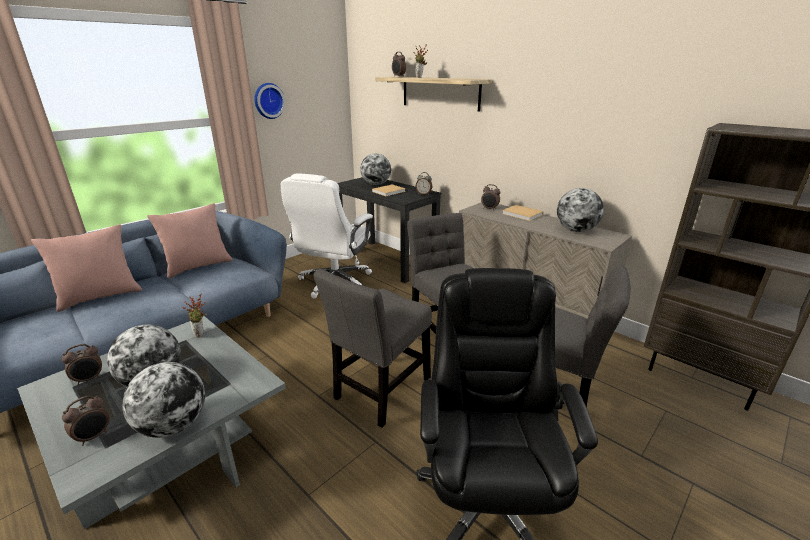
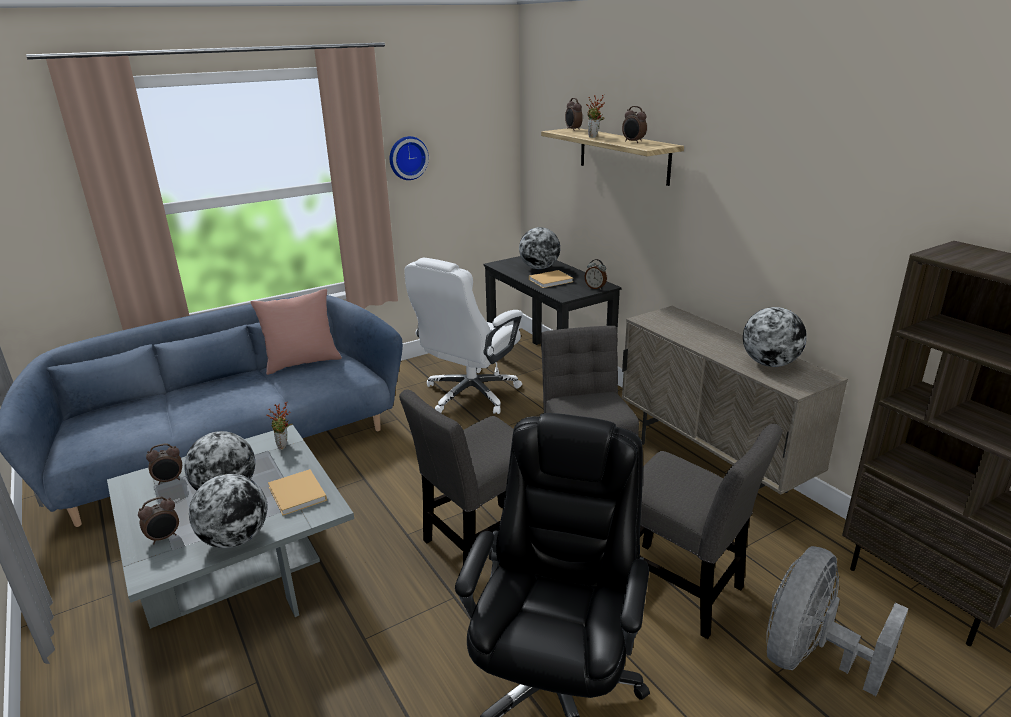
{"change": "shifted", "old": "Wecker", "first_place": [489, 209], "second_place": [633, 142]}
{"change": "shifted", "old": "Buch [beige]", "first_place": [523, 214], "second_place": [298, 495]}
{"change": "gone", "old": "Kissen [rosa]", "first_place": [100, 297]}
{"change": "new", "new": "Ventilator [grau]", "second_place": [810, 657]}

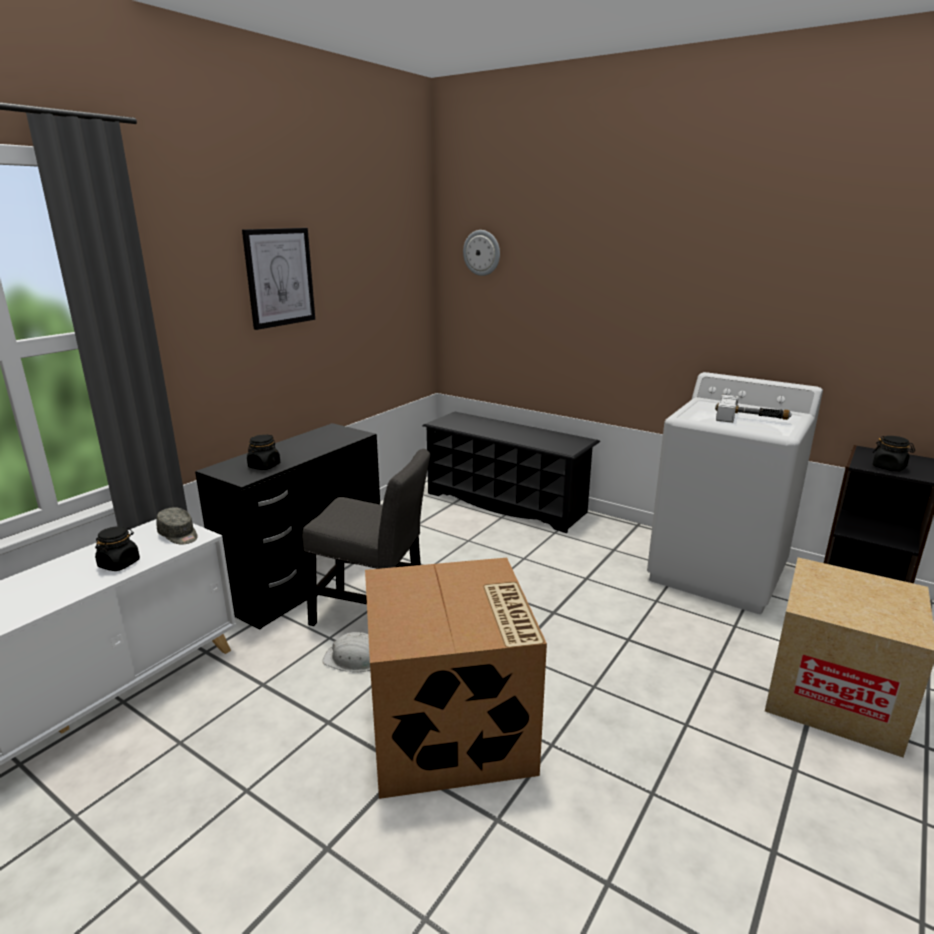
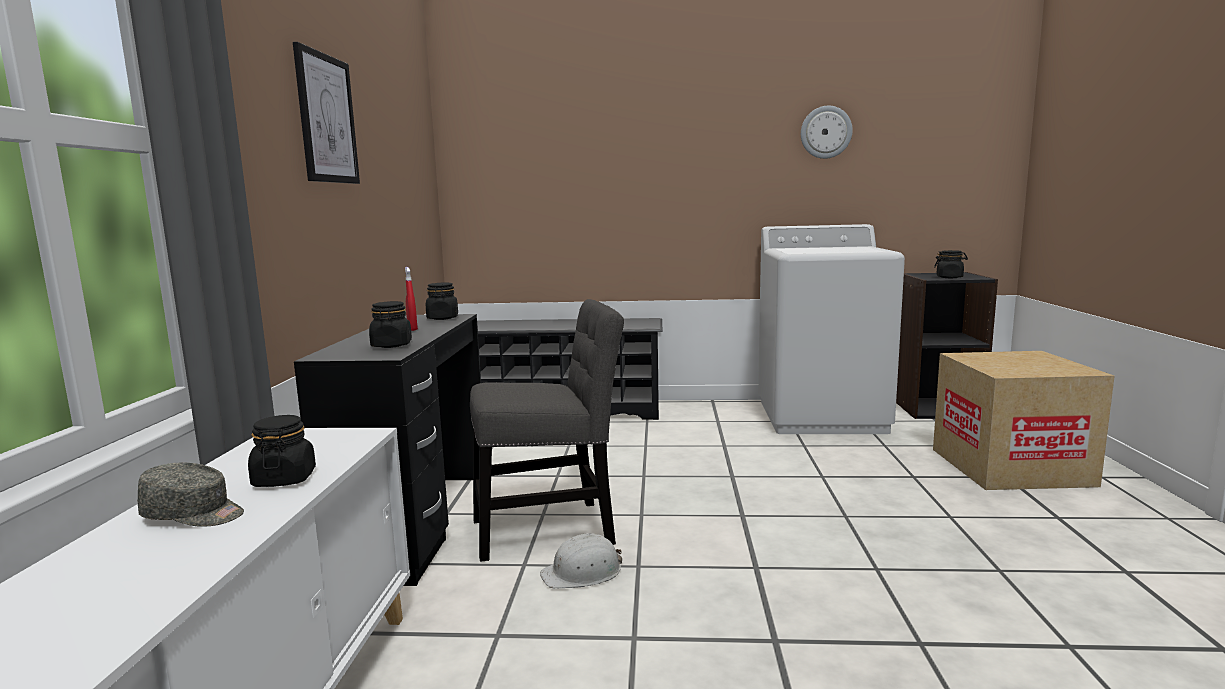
{"change": "shifted", "old": "Wanduhr", "first_place": [482, 253], "second_place": [826, 132]}
{"change": "gone", "old": "Hammer", "first_place": [751, 419]}
{"change": "shifted", "old": "Kappe [grau]", "first_place": [179, 535], "second_place": [194, 515]}
{"change": "gone", "old": "Karton", "first_place": [451, 729]}
{"change": "new", "new": "Sprühflasche [rot]", "second_place": [412, 329]}
{"change": "new", "new": "Vorratsglas [schwarz]", "second_place": [442, 318]}

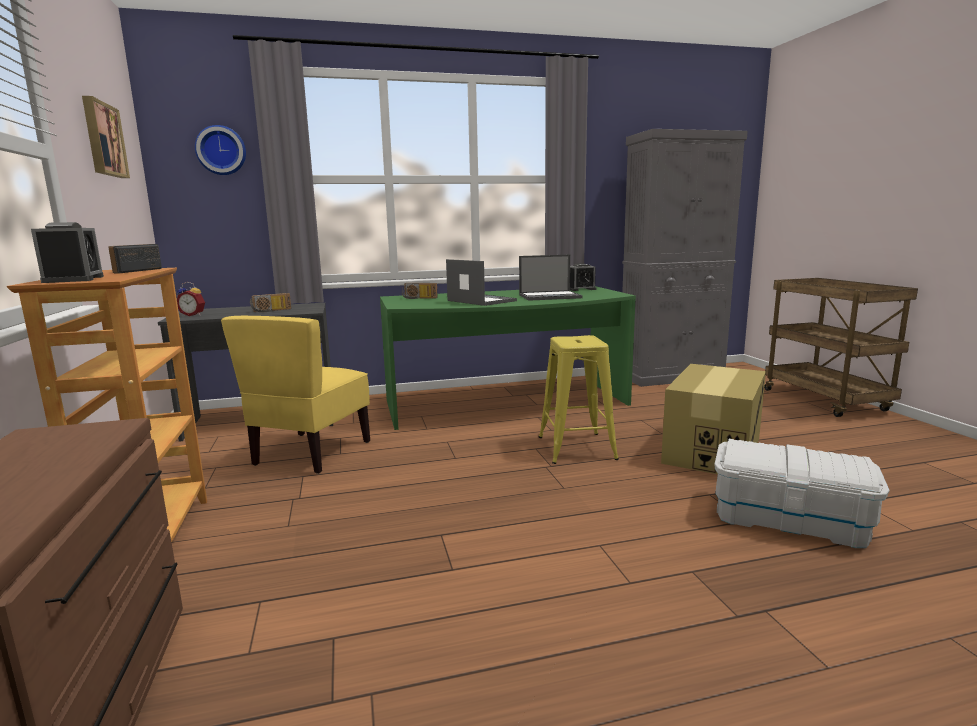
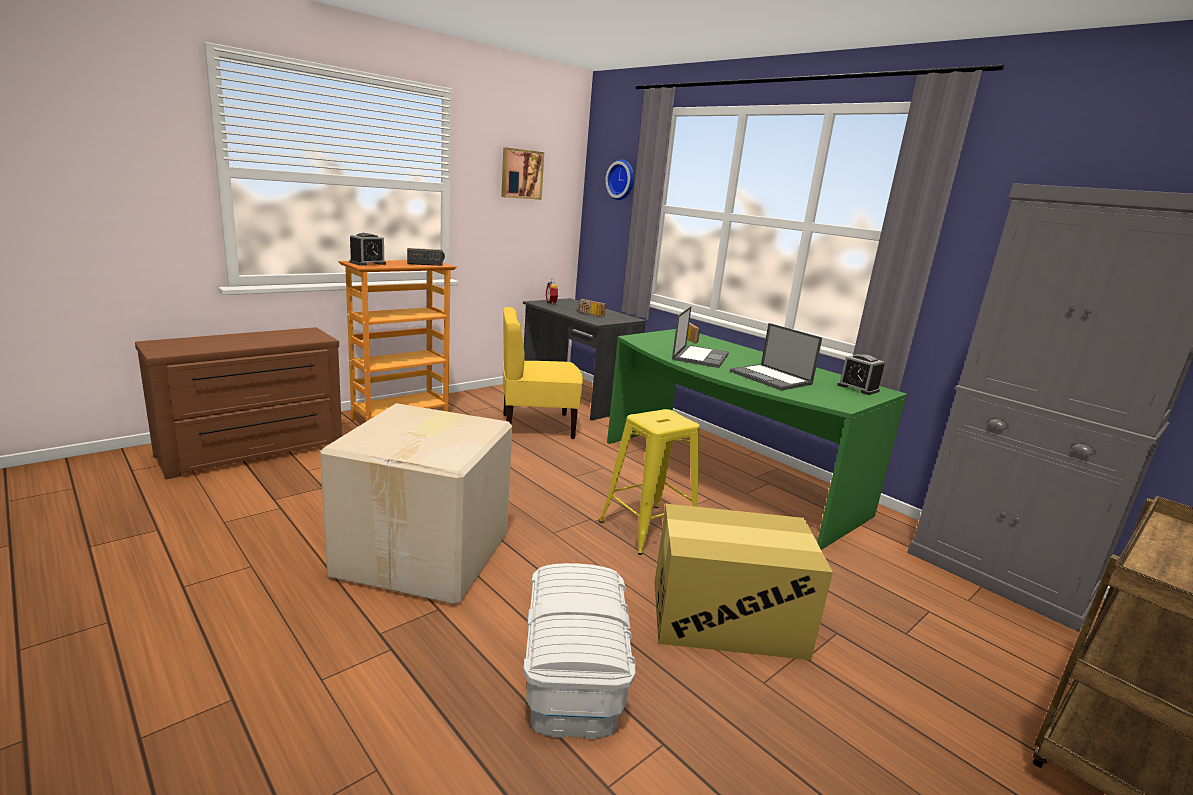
{"change": "new", "new": "Karton", "second_place": [426, 554]}

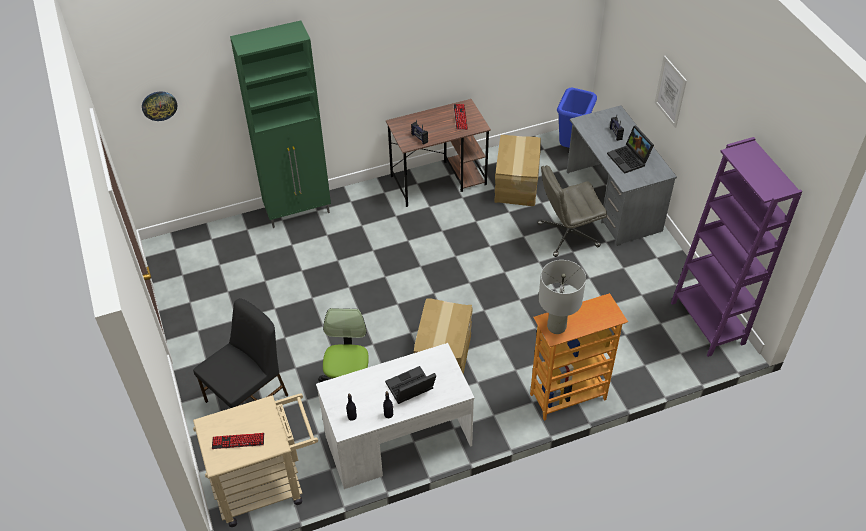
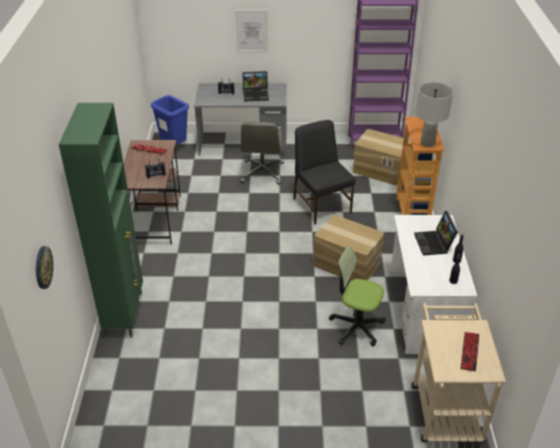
{"change": "shifted", "old": "Karton", "first_place": [517, 184], "second_place": [381, 170]}
{"change": "shifted", "old": "Stuhl [schwarz]", "first_place": [248, 398], "second_place": [322, 205]}

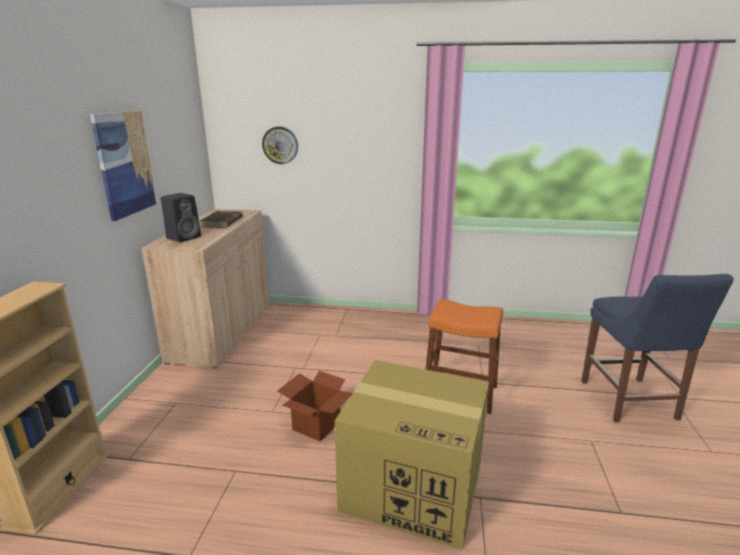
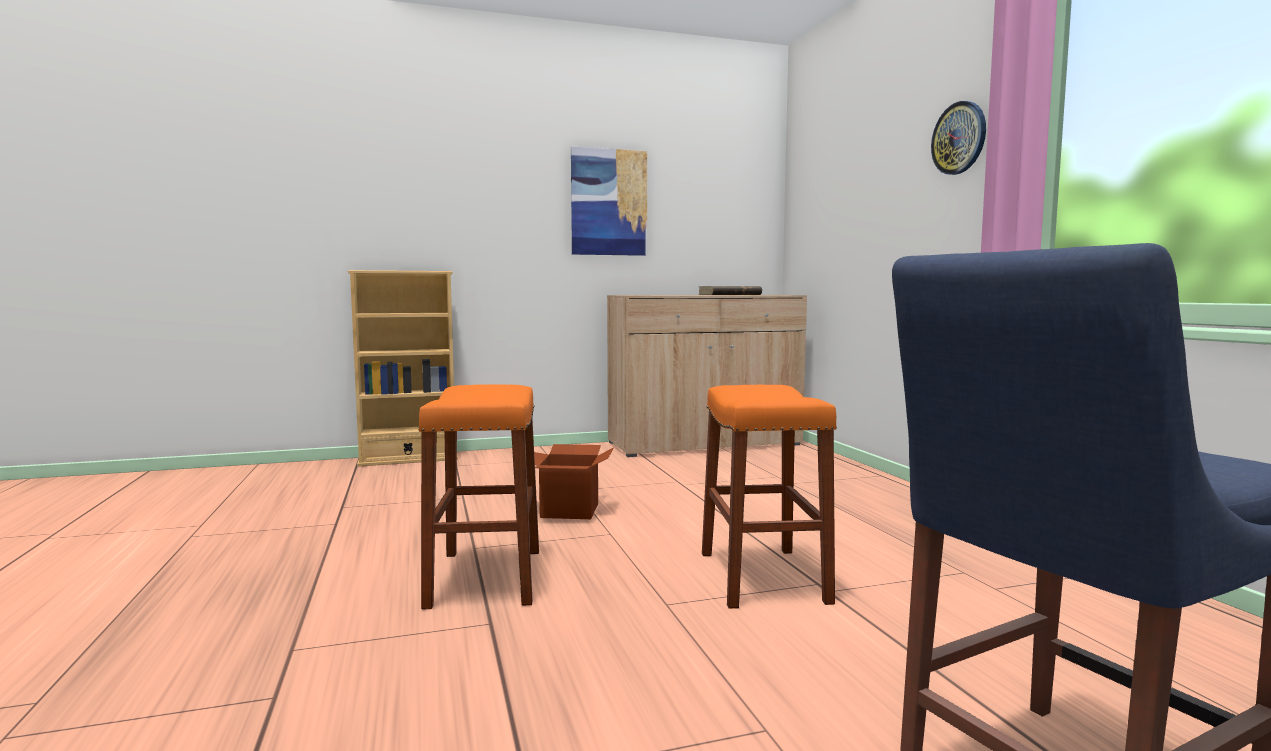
{"change": "shifted", "old": "Wanduhr", "first_place": [280, 145], "second_place": [959, 138]}
{"change": "gone", "old": "Lautsprecher [schwarz]", "first_place": [184, 237]}
{"change": "swapped", "old": "Karton", "new": "Hocker [orange]", "first_place": [414, 487], "second_place": [486, 577]}

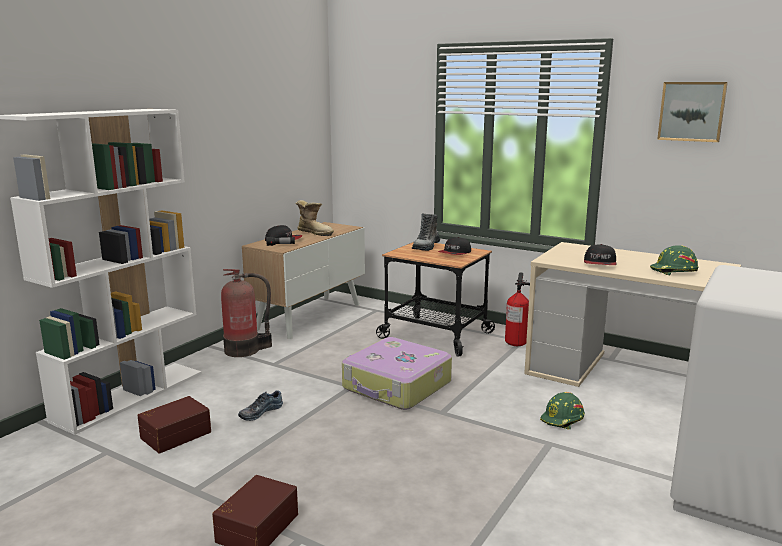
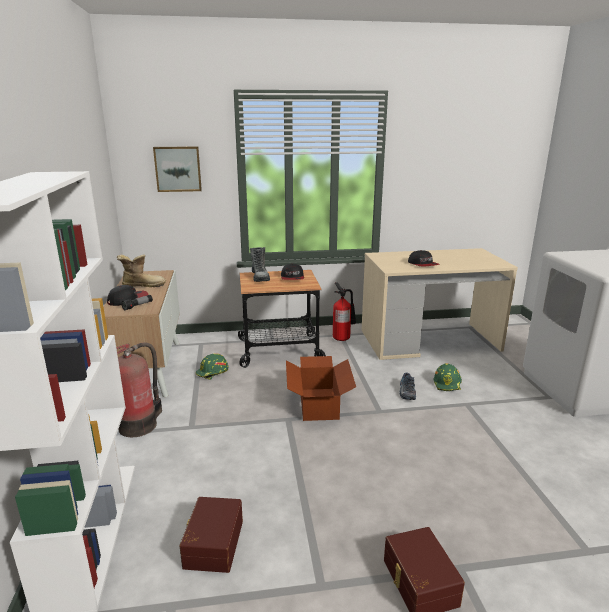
{"change": "shifted", "old": "Bild", "first_place": [692, 111], "second_place": [178, 169]}
{"change": "shifted", "old": "Schutzhelm [grün]", "first_place": [673, 271], "second_place": [212, 372]}
{"change": "swapped", "old": "Koffer", "new": "Karton", "first_place": [397, 386], "second_place": [319, 404]}
{"change": "shifted", "old": "Schuh", "first_place": [260, 412], "second_place": [406, 392]}

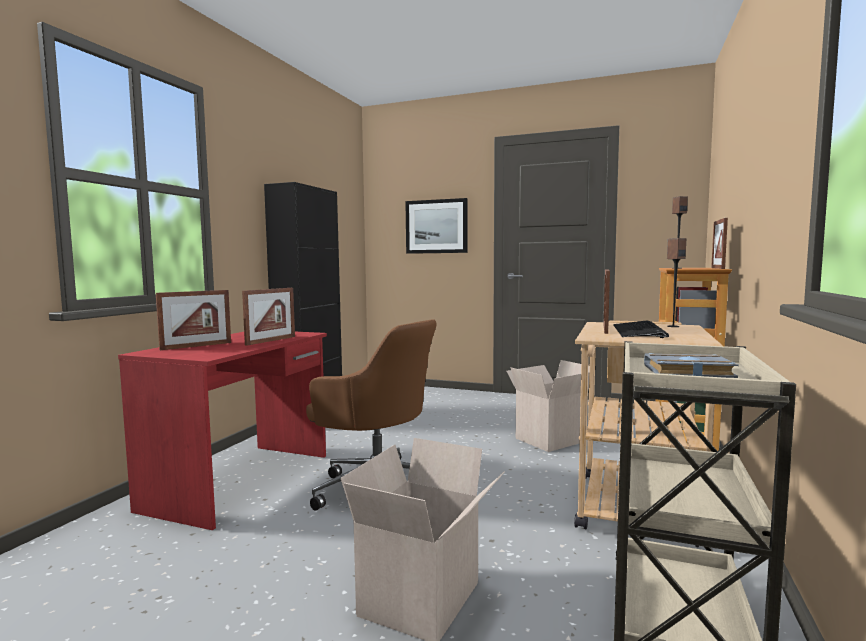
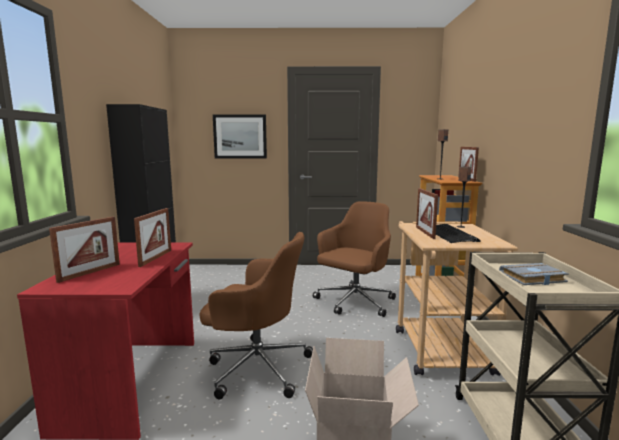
{"change": "swapped", "old": "Karton", "new": "Bürostuhl [braun]", "first_place": [550, 439], "second_place": [354, 302]}

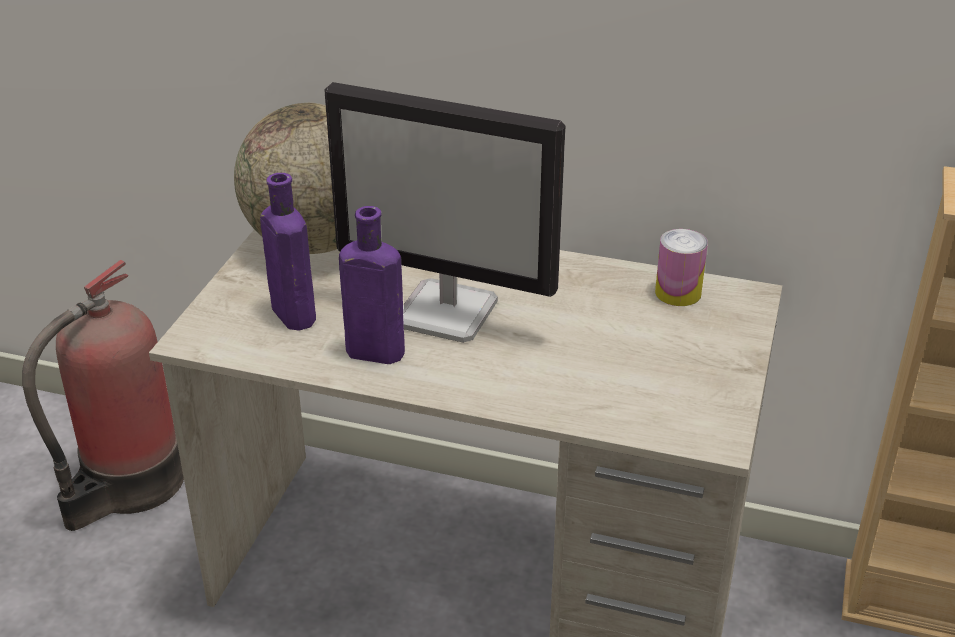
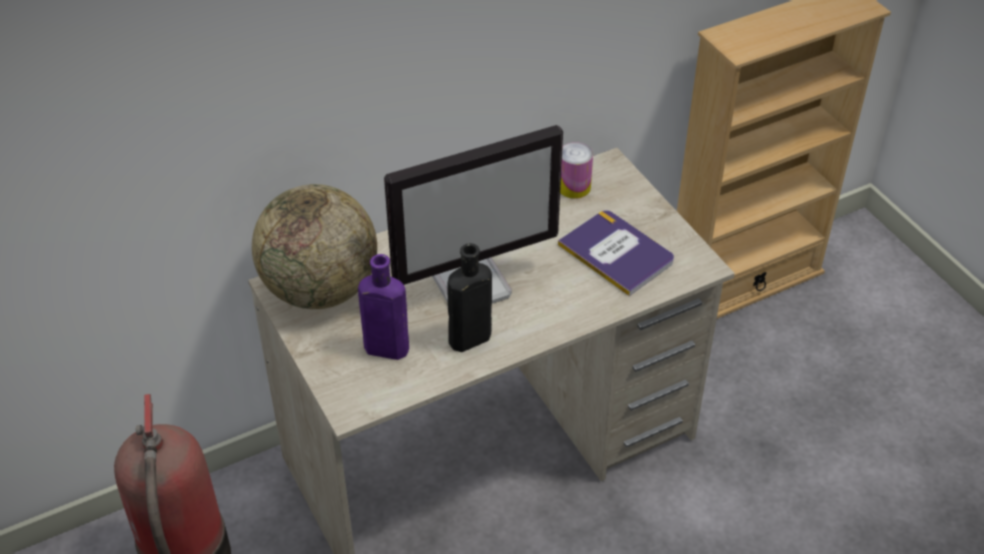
{"change": "repainted", "old": "Flasche [lila]", "new": "Flasche [schwarz]", "first_place": [371, 351], "second_place": [467, 340]}
{"change": "new", "new": "Buch", "second_place": [617, 253]}

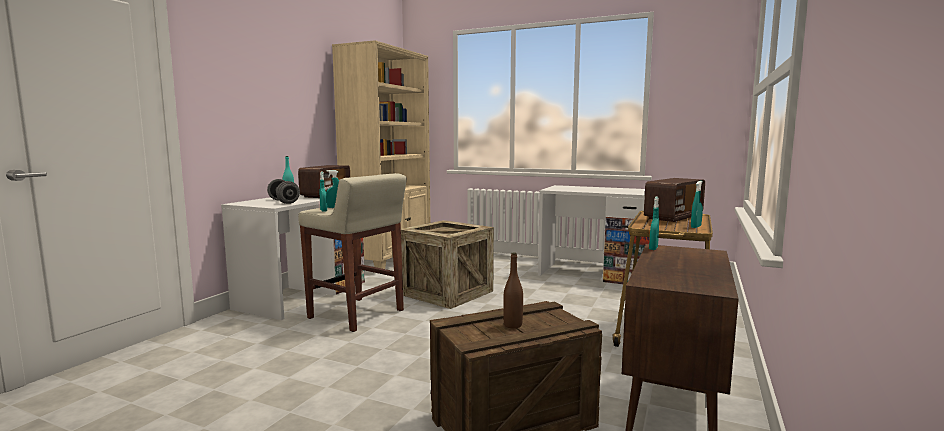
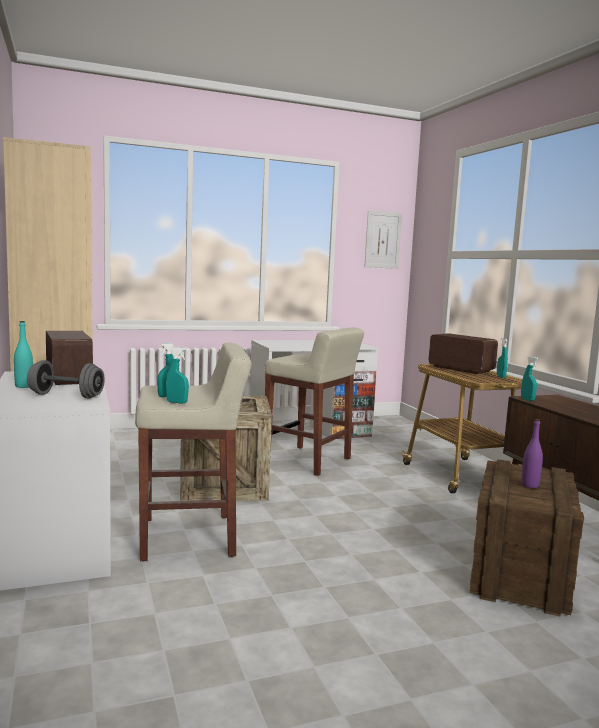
{"change": "rotated", "old": "Radio", "first_place": [673, 217], "second_place": [460, 369], "degrees": -45}
{"change": "repainted", "old": "Flasche [braun]", "new": "Flasche [lila]", "first_place": [513, 325], "second_place": [530, 485]}
{"change": "new", "new": "Bild", "second_place": [382, 240]}
{"change": "new", "new": "Hocker [beige]", "second_place": [309, 461]}

